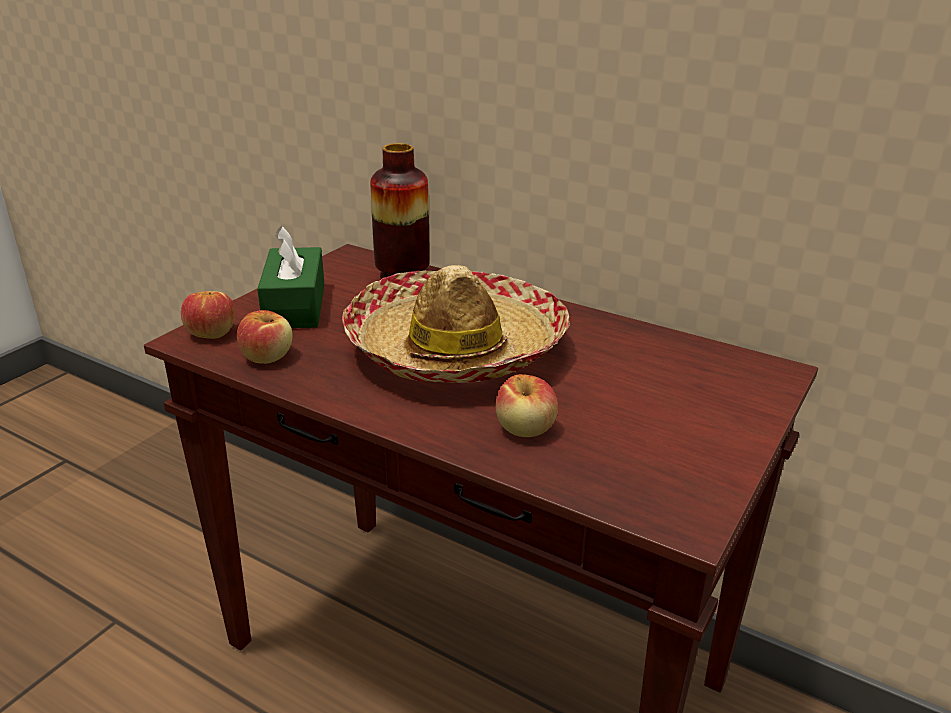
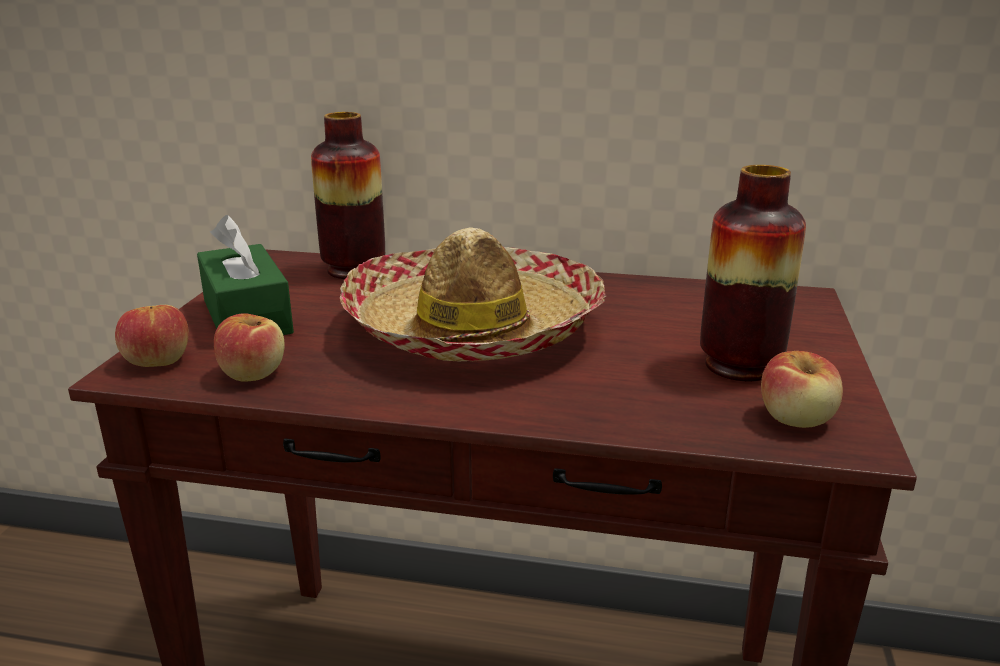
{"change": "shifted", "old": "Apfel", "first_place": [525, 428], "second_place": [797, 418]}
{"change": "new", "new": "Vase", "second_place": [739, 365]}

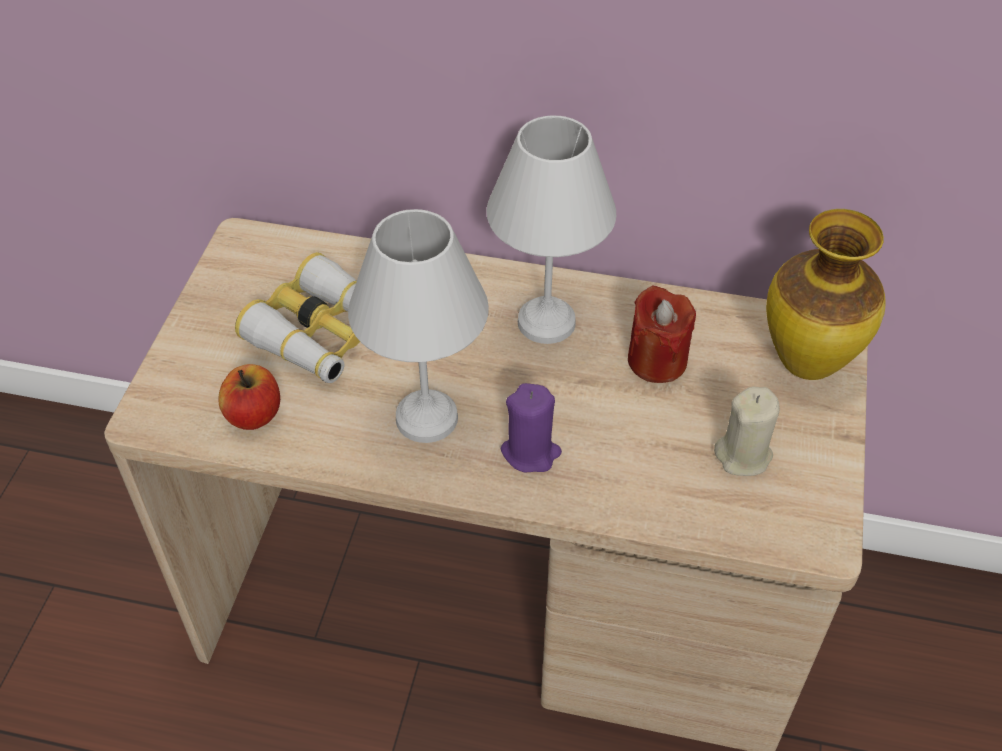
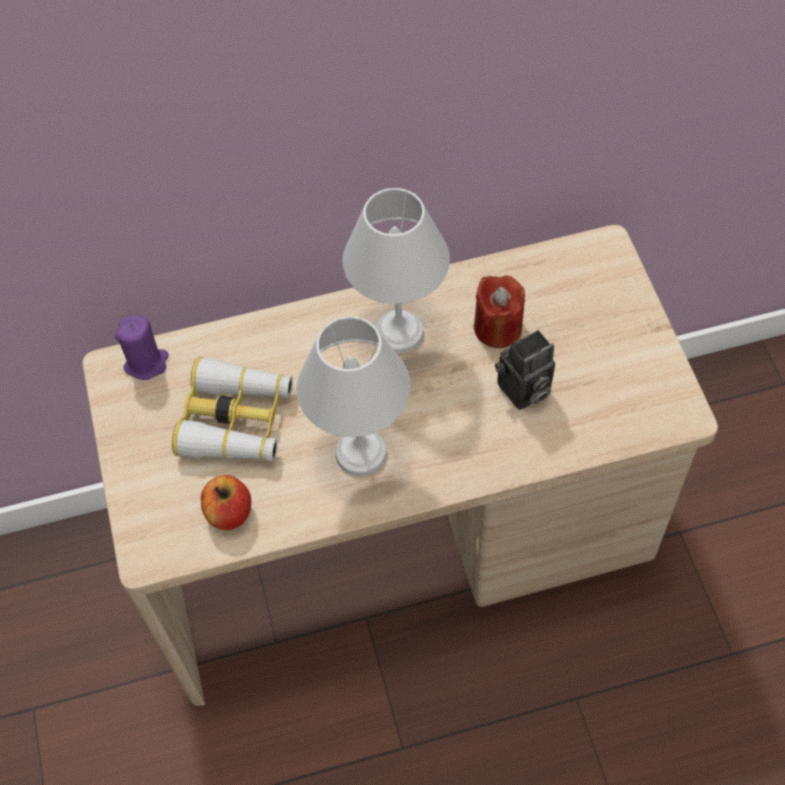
{"change": "gone", "old": "Vase", "first_place": [808, 363]}
{"change": "shifted", "old": "Kerze [lila]", "first_place": [530, 452], "second_place": [146, 363]}
{"change": "gone", "old": "Kerze [beige]", "first_place": [743, 455]}
{"change": "new", "new": "Kamera", "second_place": [523, 391]}

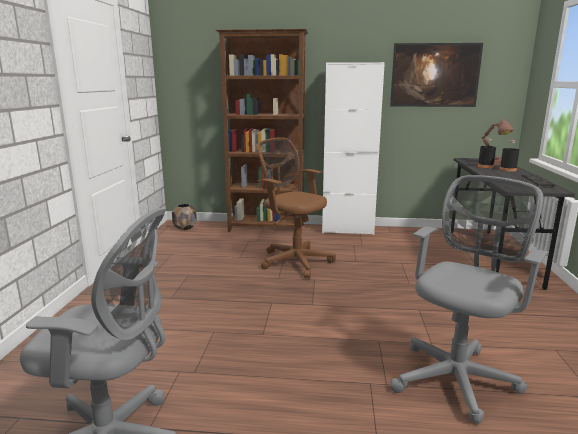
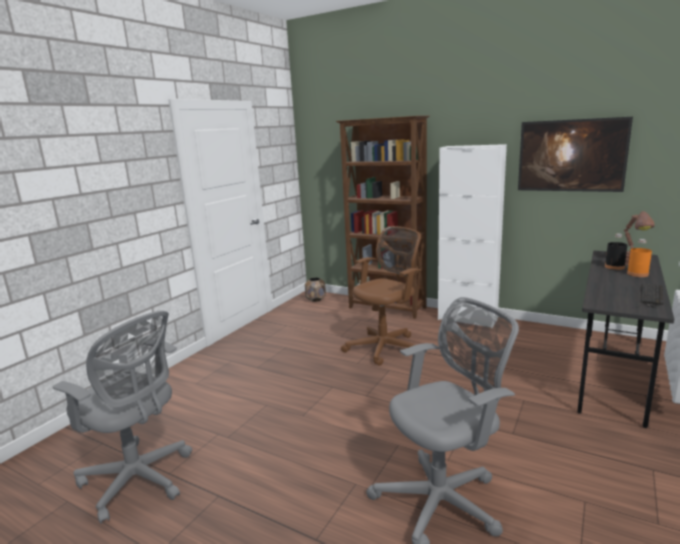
{"change": "rotated", "old": "Bürostuhl [braun]", "first_place": [294, 261], "second_place": [385, 347], "degrees": 75}
{"change": "repainted", "old": "Flasche [schwarz]", "new": "Flasche [orange]", "first_place": [508, 169], "second_place": [637, 274]}

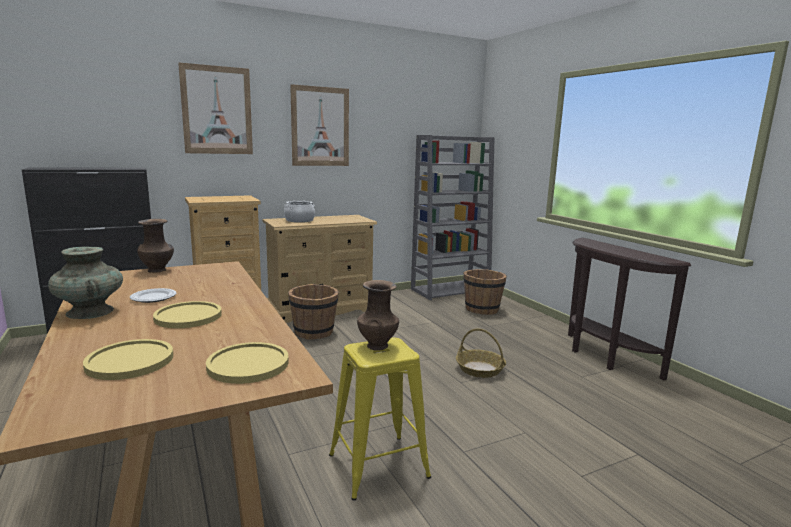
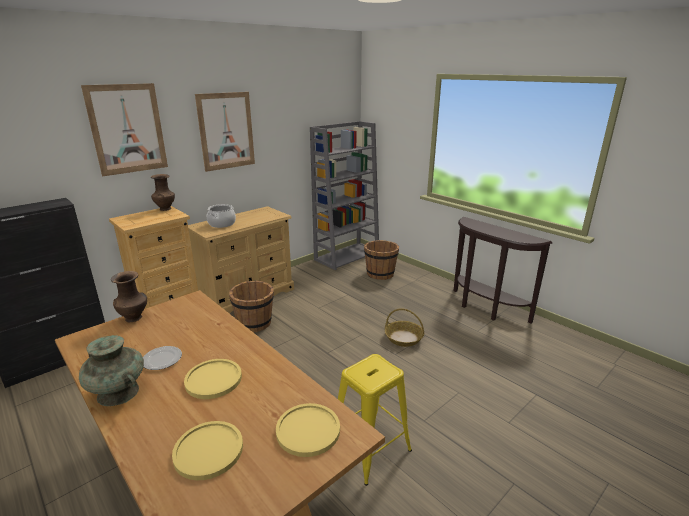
{"change": "shifted", "old": "Vase [braun]", "first_place": [377, 345], "second_place": [165, 209]}

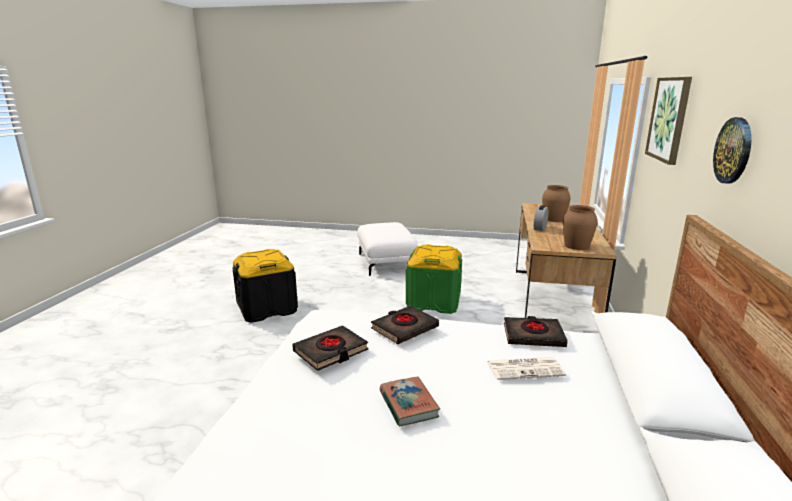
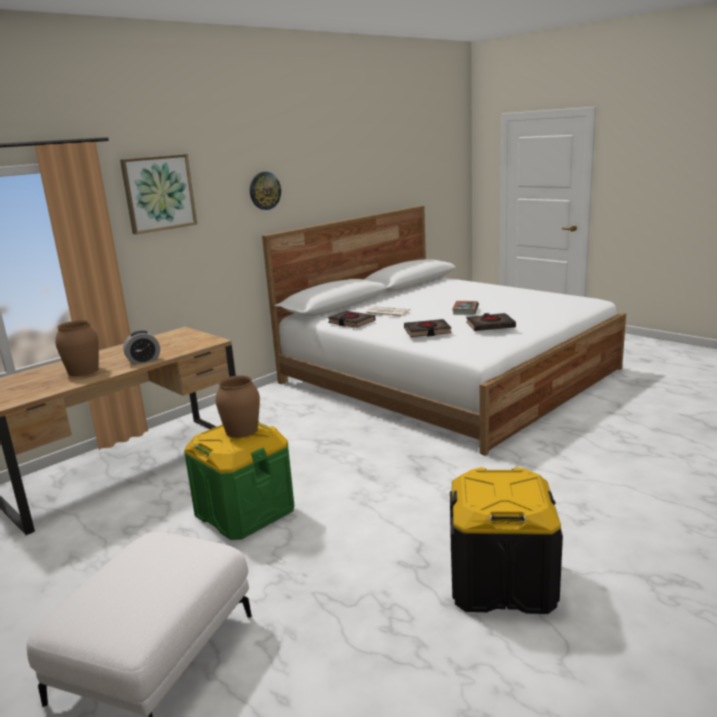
{"change": "shifted", "old": "Vase [braun]", "first_place": [576, 246], "second_place": [242, 430]}

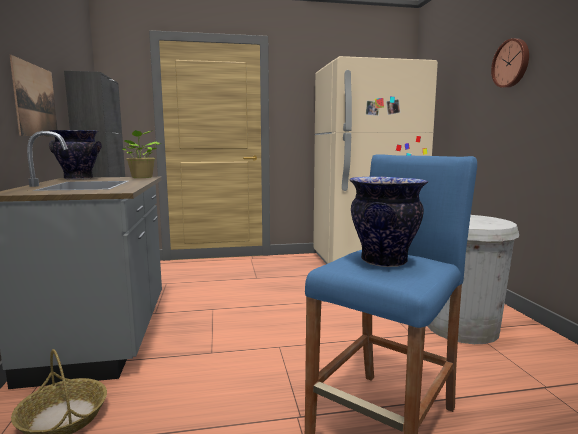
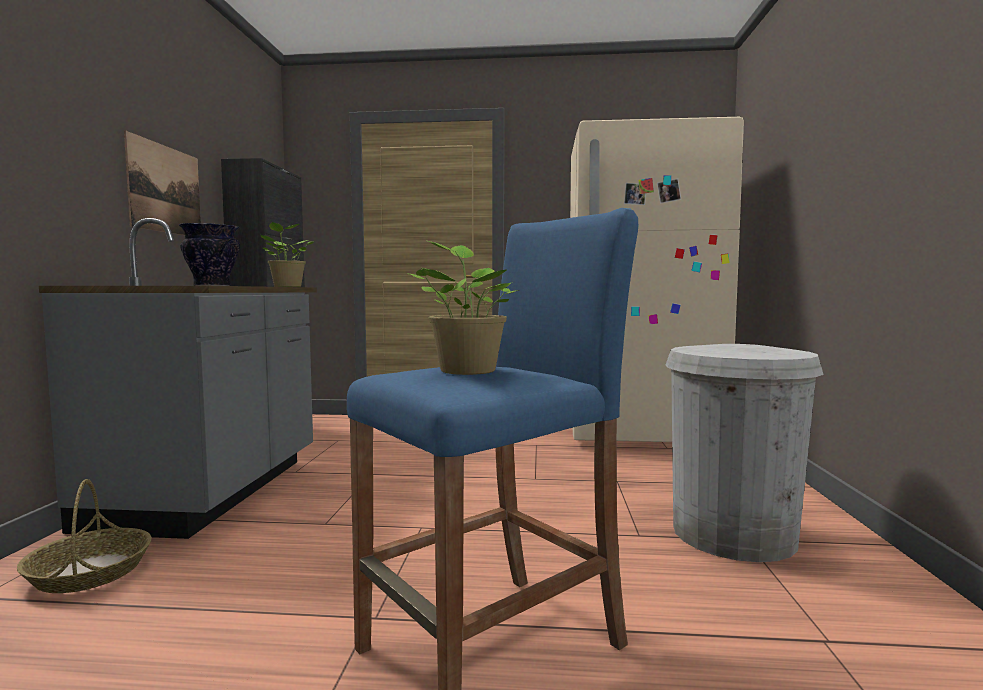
{"change": "gone", "old": "Wanduhr", "first_place": [511, 63]}
{"change": "swapped", "old": "Vase", "new": "Topfpflanze", "first_place": [385, 261], "second_place": [466, 370]}

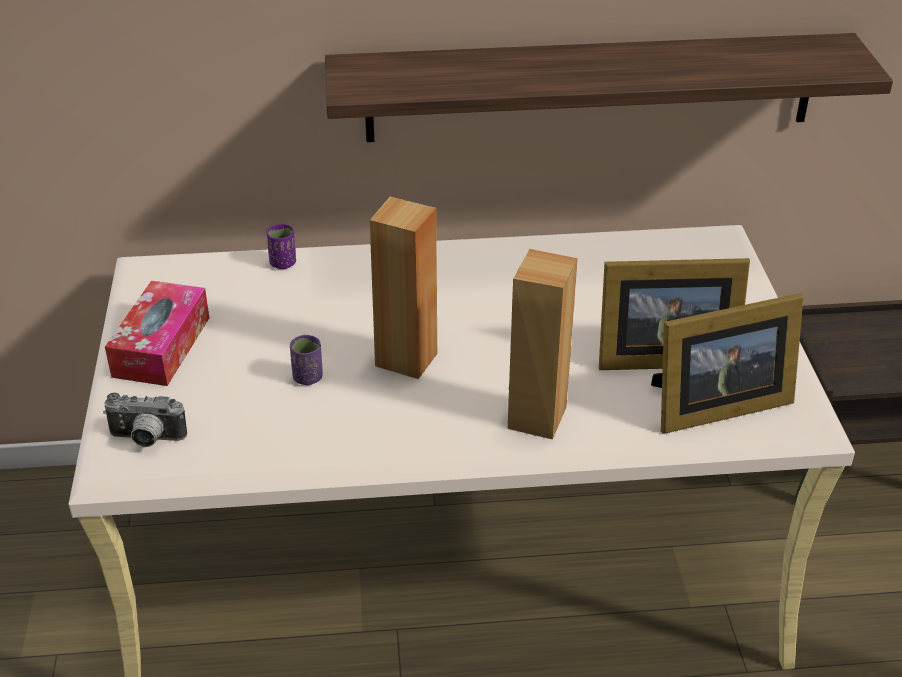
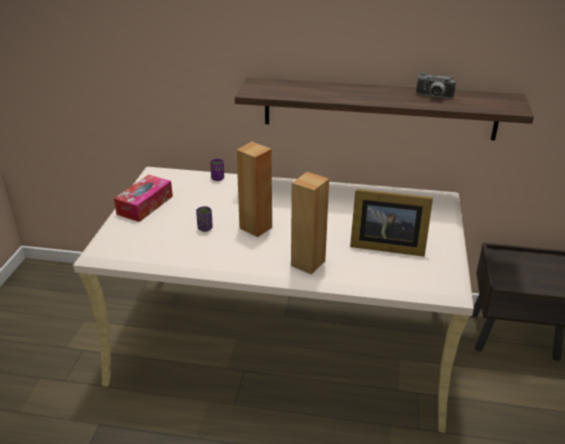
{"change": "gone", "old": "Bilderrahmen", "first_place": [714, 406]}
{"change": "shifted", "old": "Kamera", "first_place": [146, 440], "second_place": [433, 97]}

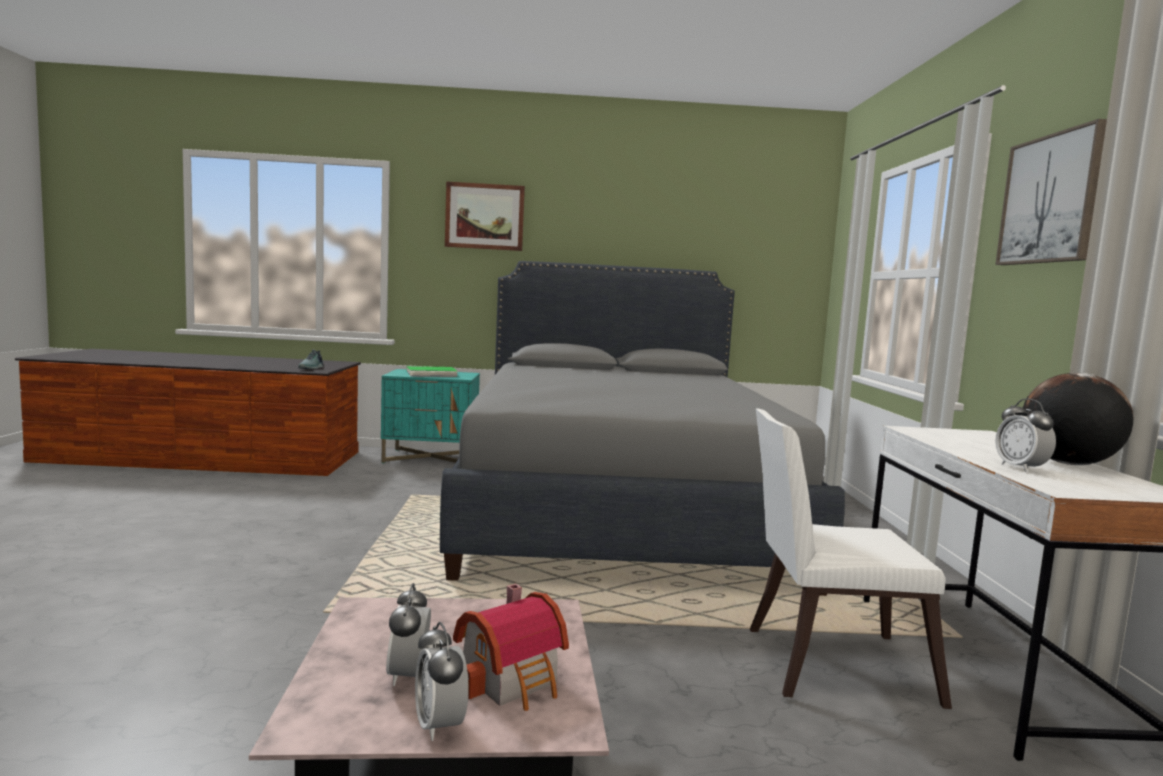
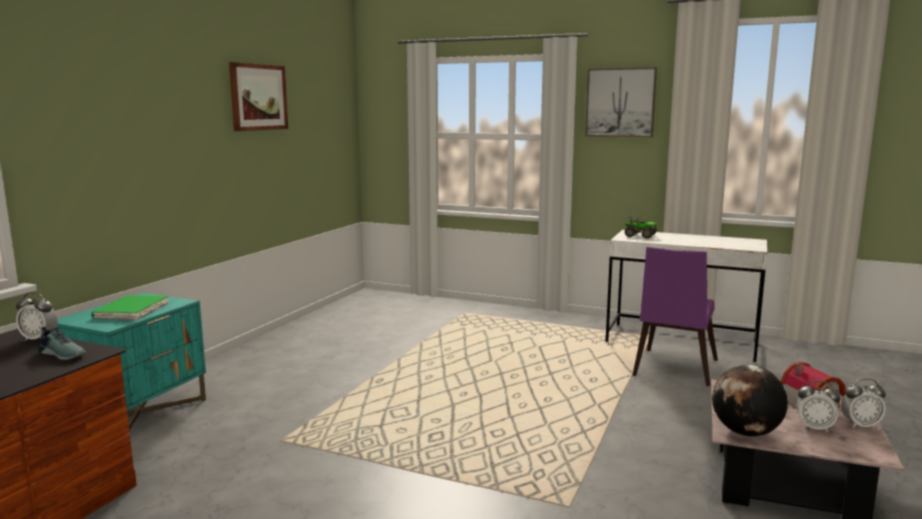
{"change": "shifted", "old": "Bild", "first_place": [484, 216], "second_place": [258, 97]}
{"change": "gone", "old": "Bett [grau]", "first_place": [618, 507]}
{"change": "shifted", "old": "Globus", "first_place": [1067, 464], "second_place": [745, 433]}
{"change": "shifted", "old": "Wecker", "first_place": [1020, 468], "second_place": [39, 339]}
{"change": "repainted", "old": "Stuhl [weiß]", "new": "Stuhl [lila]", "first_place": [826, 663], "second_place": [673, 369]}
{"change": "new", "new": "Spielzeuglaster", "second_place": [639, 236]}

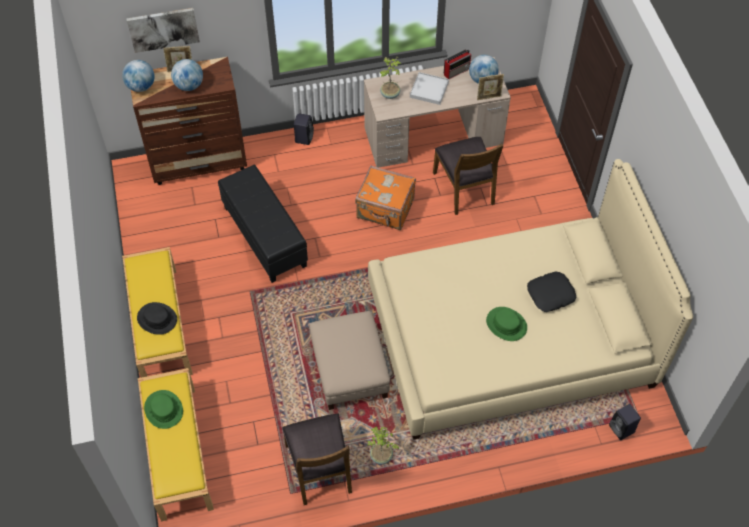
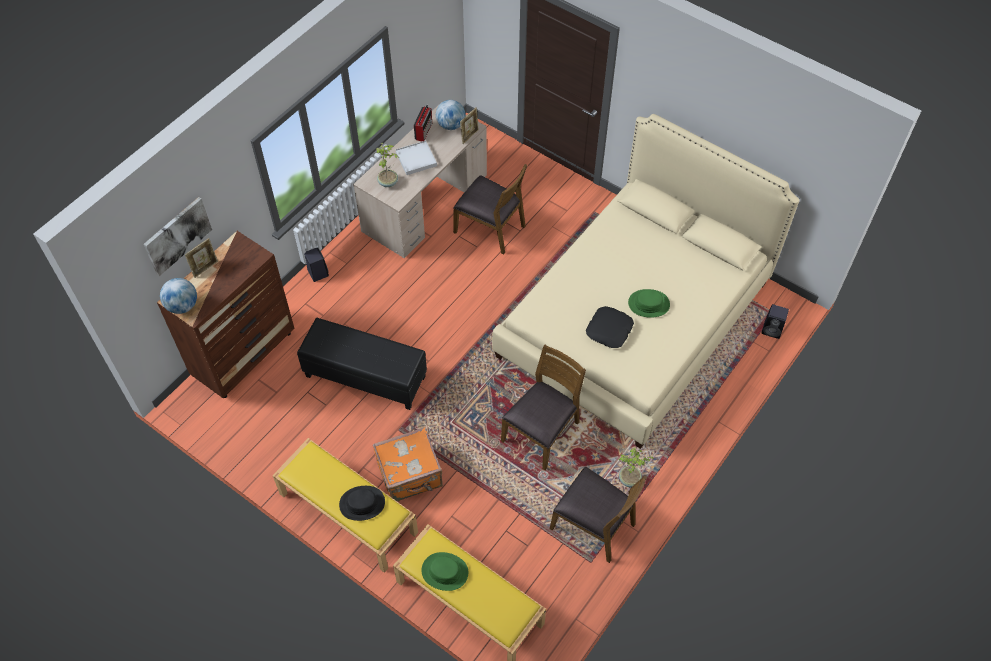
{"change": "gone", "old": "Globus", "first_place": [189, 86]}
{"change": "shifted", "old": "Koffer [orange]", "first_place": [385, 209], "second_place": [410, 475]}
{"change": "shifted", "old": "Kissen [schwarz]", "first_place": [551, 295], "second_place": [609, 330]}
{"change": "swapped", "old": "Polsterhocker [beige]", "new": "Stuhl [braun]", "first_place": [350, 370], "second_place": [542, 432]}

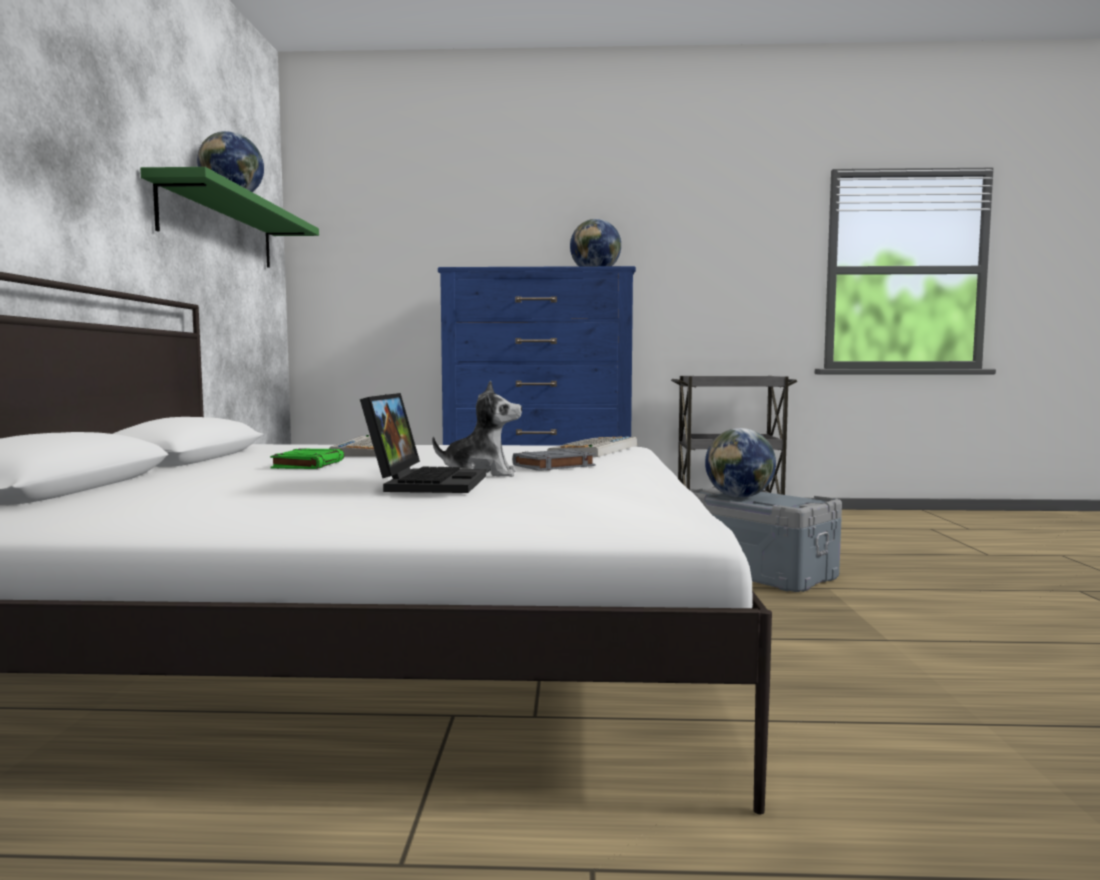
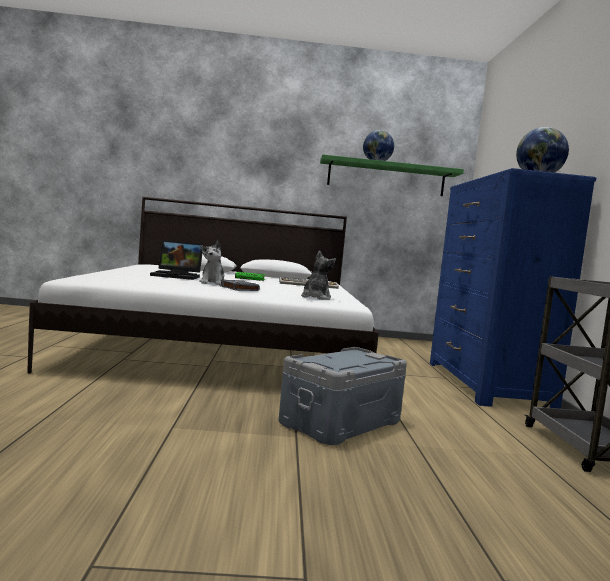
{"change": "gone", "old": "Globus", "first_place": [739, 497]}
{"change": "swapped", "old": "Tastatur", "new": "Plüschtier", "first_place": [595, 449], "second_place": [315, 297]}

